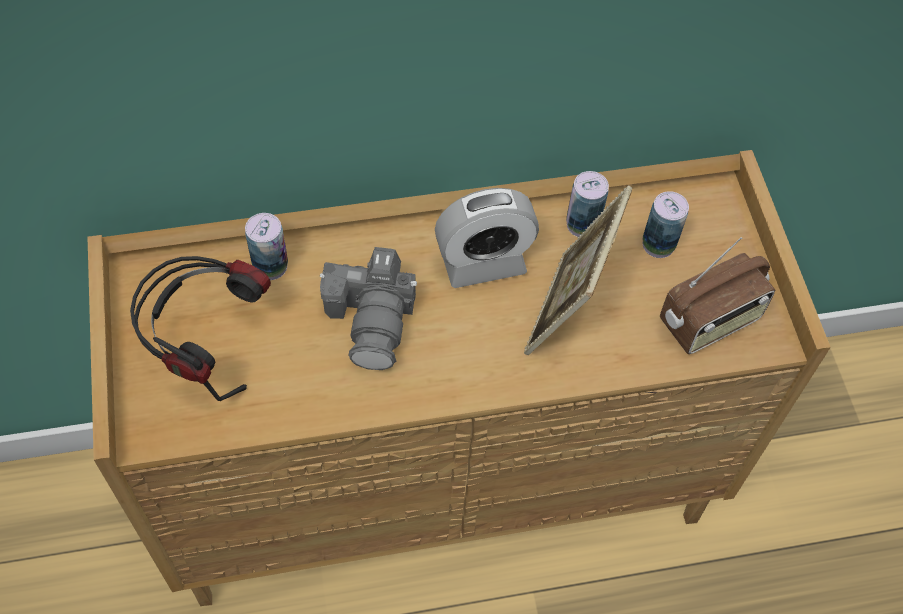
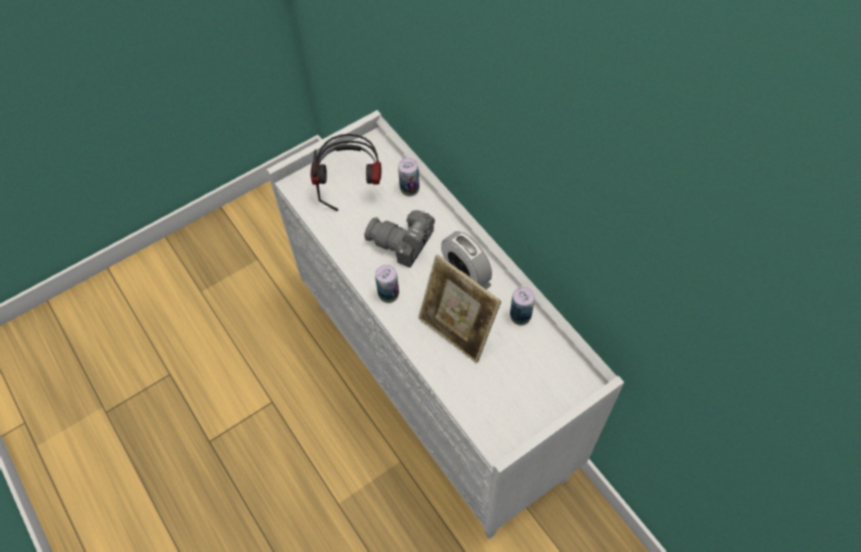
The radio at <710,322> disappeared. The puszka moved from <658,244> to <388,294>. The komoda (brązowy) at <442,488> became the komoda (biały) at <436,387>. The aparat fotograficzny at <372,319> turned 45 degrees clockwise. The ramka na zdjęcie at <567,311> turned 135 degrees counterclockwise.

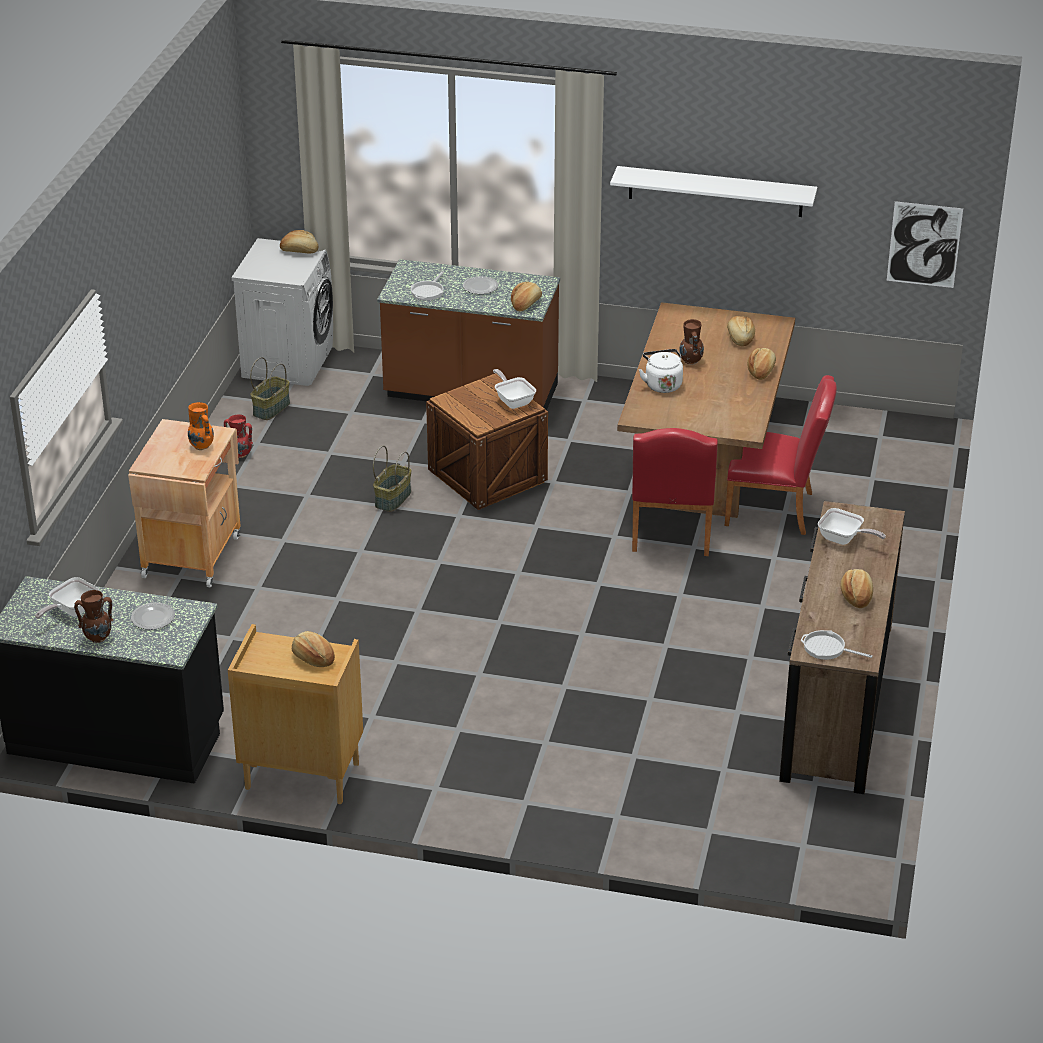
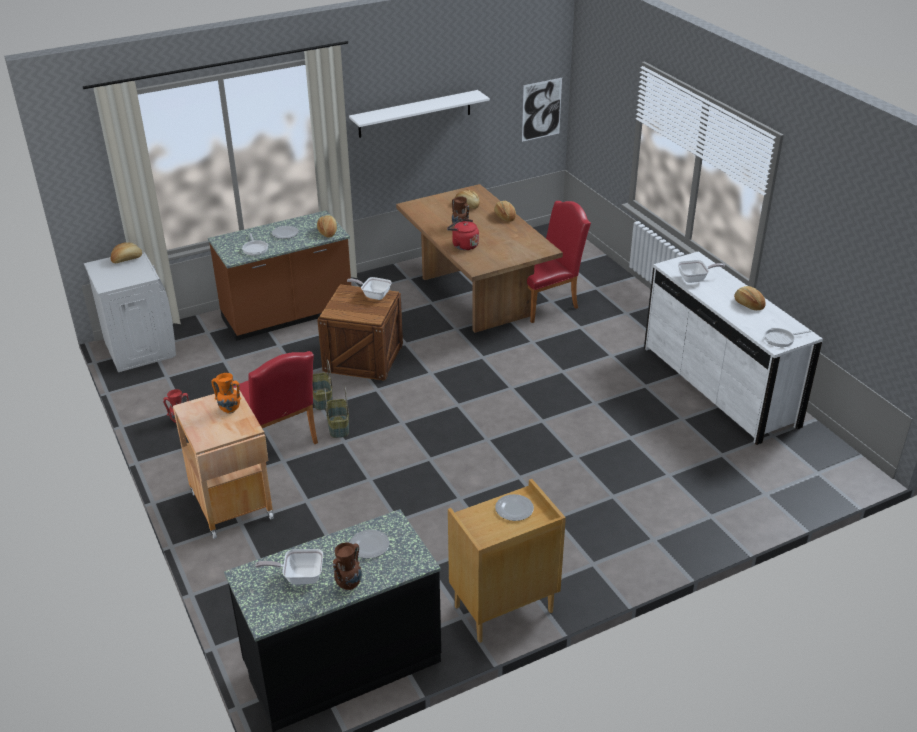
The koszyk moved from <271,408> to <338,426>. The krzesło (czerwony) moved from <671,534> to <278,440>. The chleb at <313,657> was replaced by the talerz at <514,509>. The czajnik (biały) at <662,384> became the czajnik (czerwony) at <463,245>. The komoda (brązowy) at <835,702> became the komoda (biały) at <718,386>. The patelnia at <71,611> turned 90 degrees clockwise.

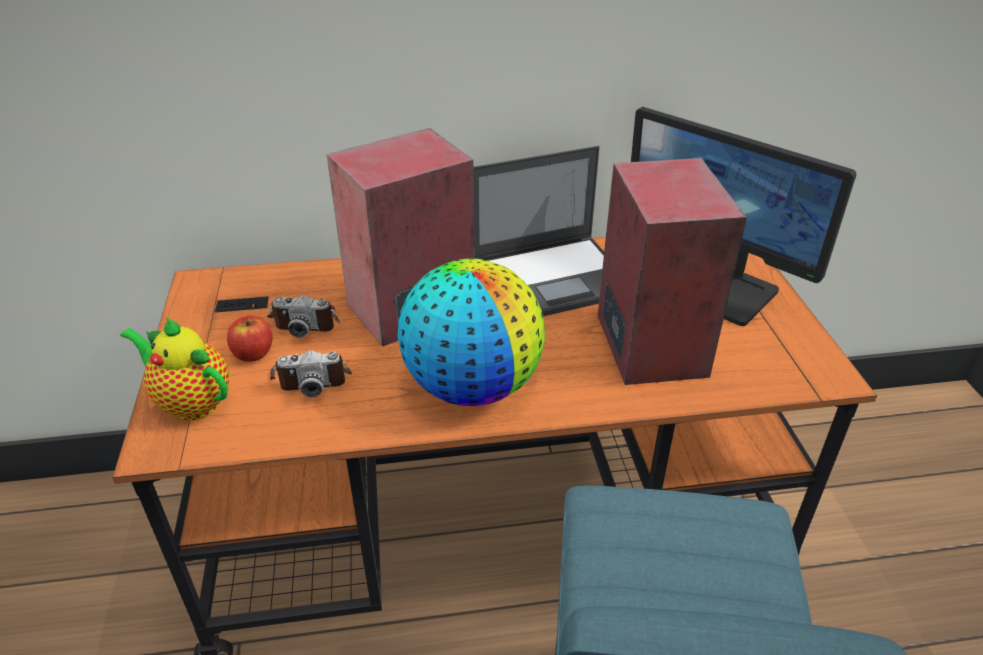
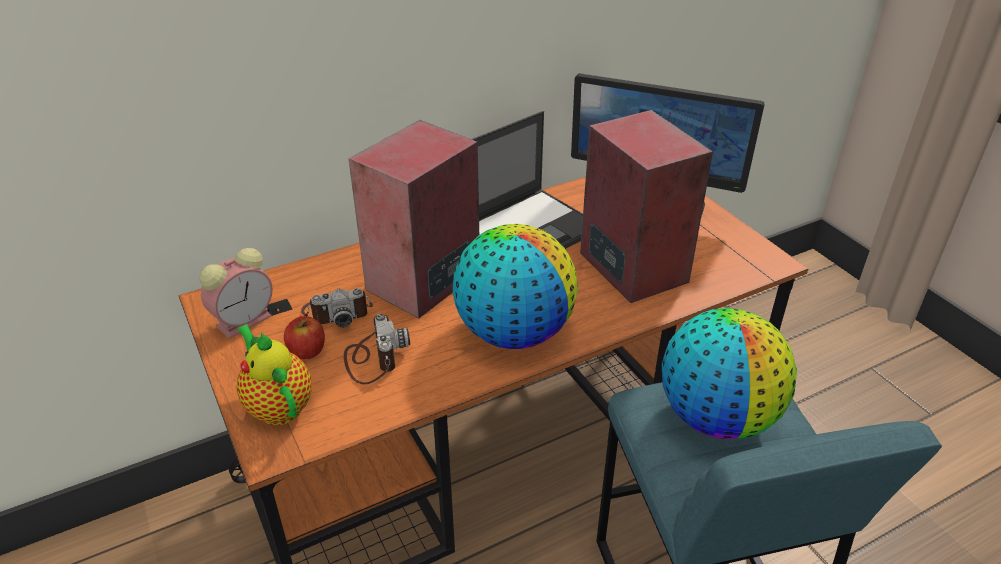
The budzik at <246,320> appeared. The globus at <717,417> appeared. The imbryk at <191,402> turned 45 degrees clockwise. The aparat fotograficzny at <311,377> turned 75 degrees counterclockwise.

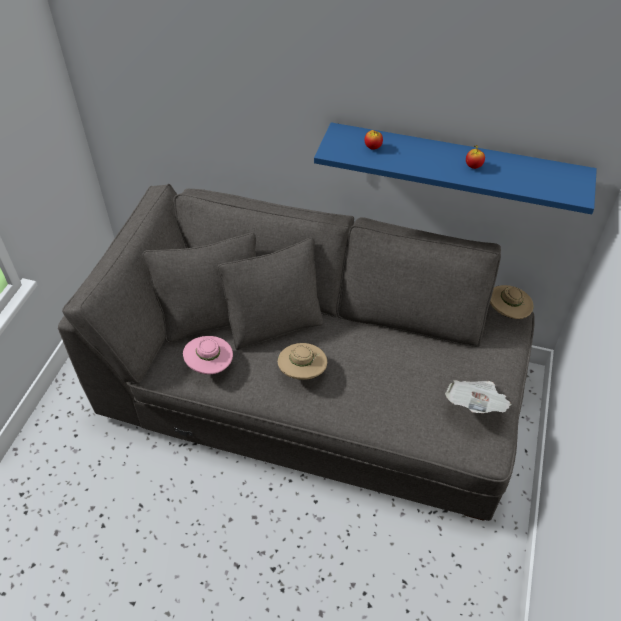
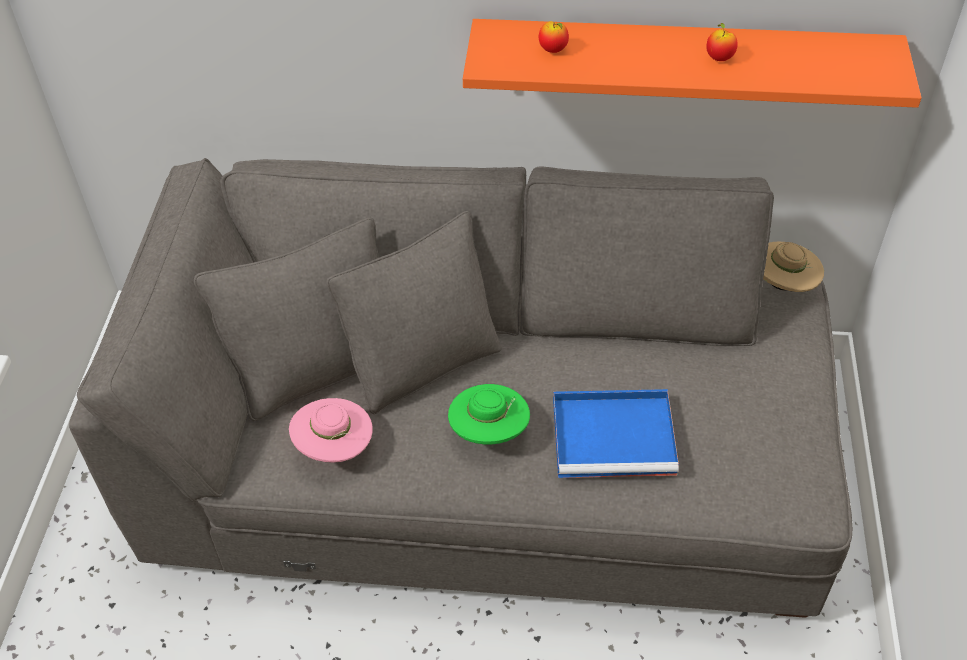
The gazeta at <475,405> disappeared. The taca (niebieski) at <616,436> appeared. The kapelusz (beżowy) at <302,372> became the kapelusz (zielony) at <489,432>. The półka (niebieski) at <455,165> became the półka (pomarańczowy) at <681,61>.

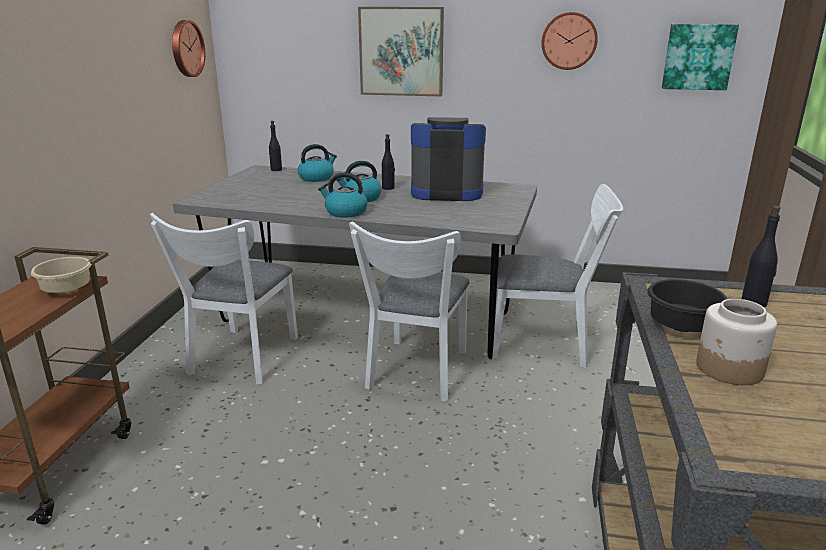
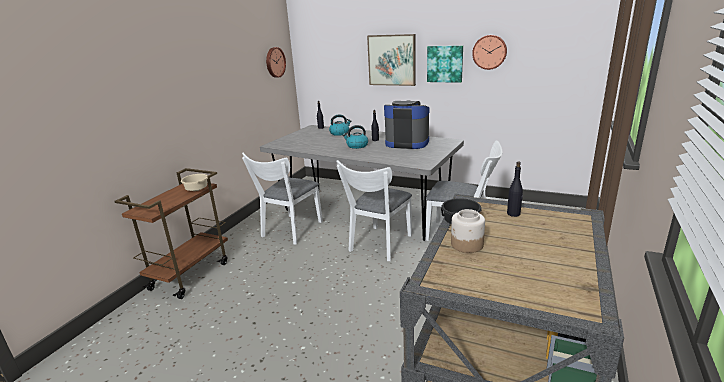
The czajnik at <345,212> disappeared. The obraz moved from <698,57> to <445,63>.

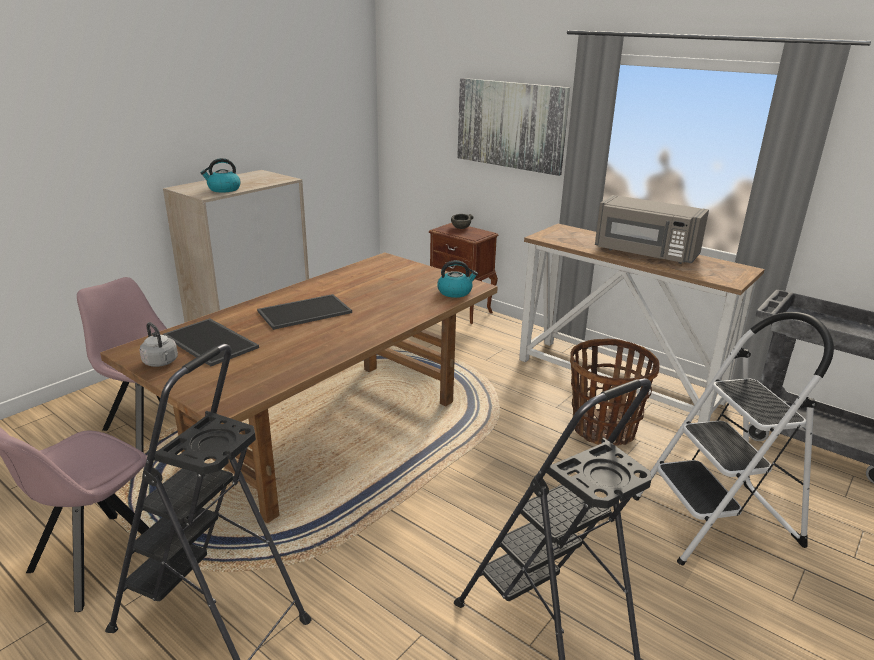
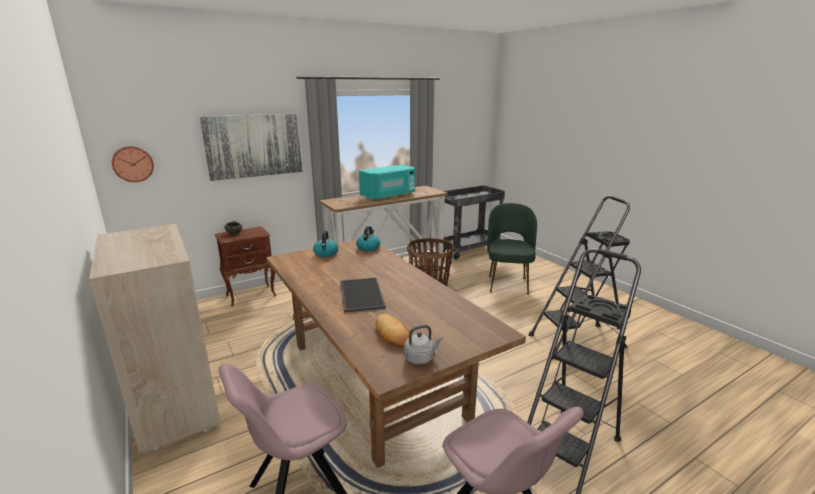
The zegar ścienny at <133,164> appeared. The czajnik moved from <223,189> to <326,253>. The taca at <212,342> was replaced by the chleb at <392,334>. The drabinka at <720,522> was replaced by the krzesło (zielony) at <508,283>. The mikrofalówka (szary) at <645,253> became the mikrofalówka (turkusowy) at <389,195>.

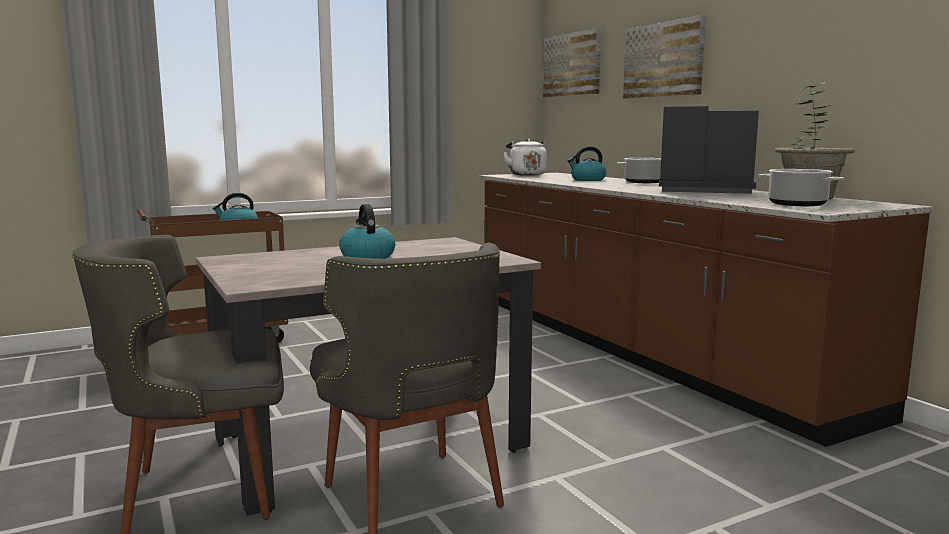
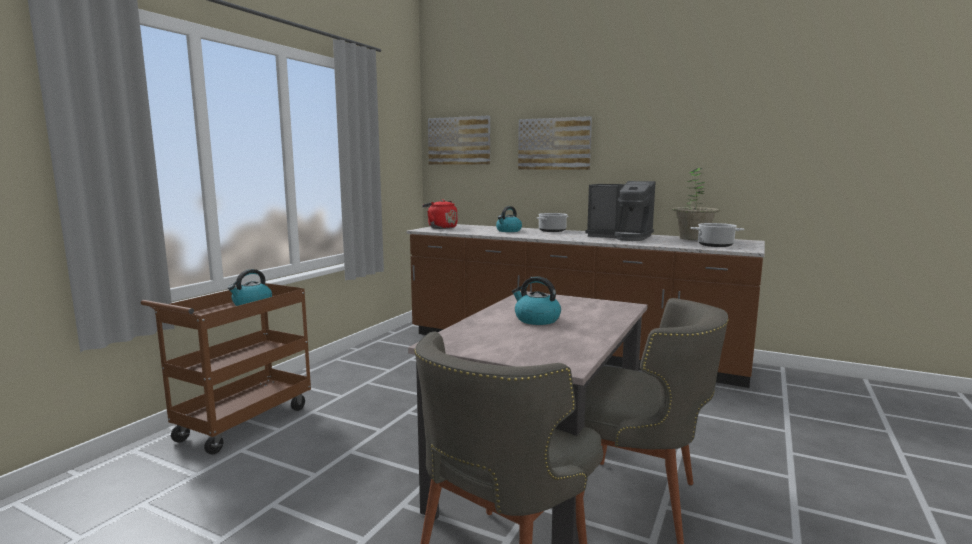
The czajnik (biały) at <526,174> became the czajnik (czerwony) at <440,228>. The ekspres do kawy at <702,191> turned 135 degrees counterclockwise.

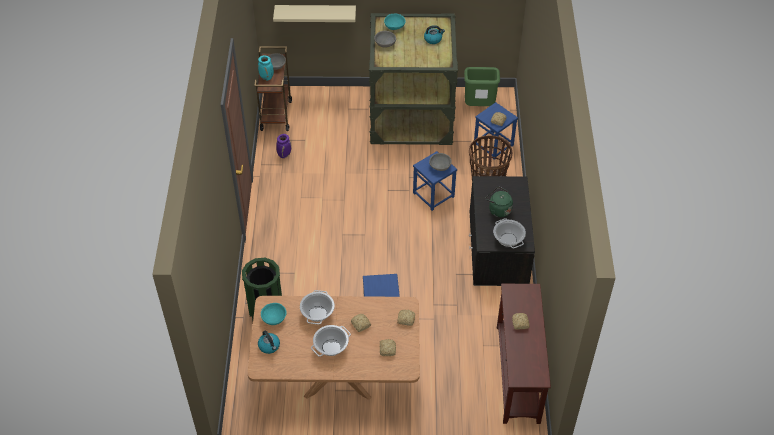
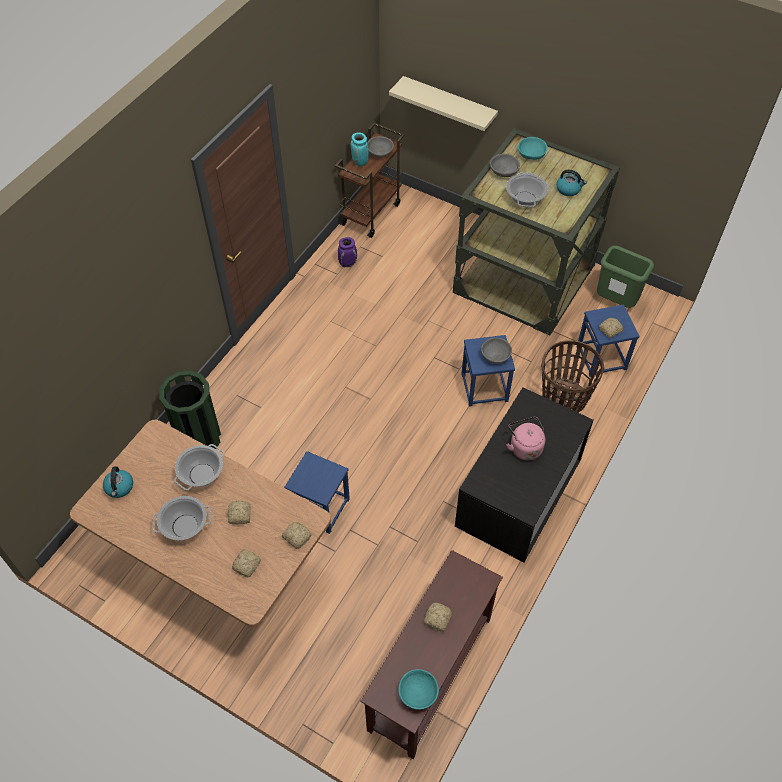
The miska (turkusowy) moved from <274,318> to <418,693>. The garnek moved from <508,240> to <525,199>. The czajnik (zielony) at <498,209> became the czajnik (różowy) at <524,447>.

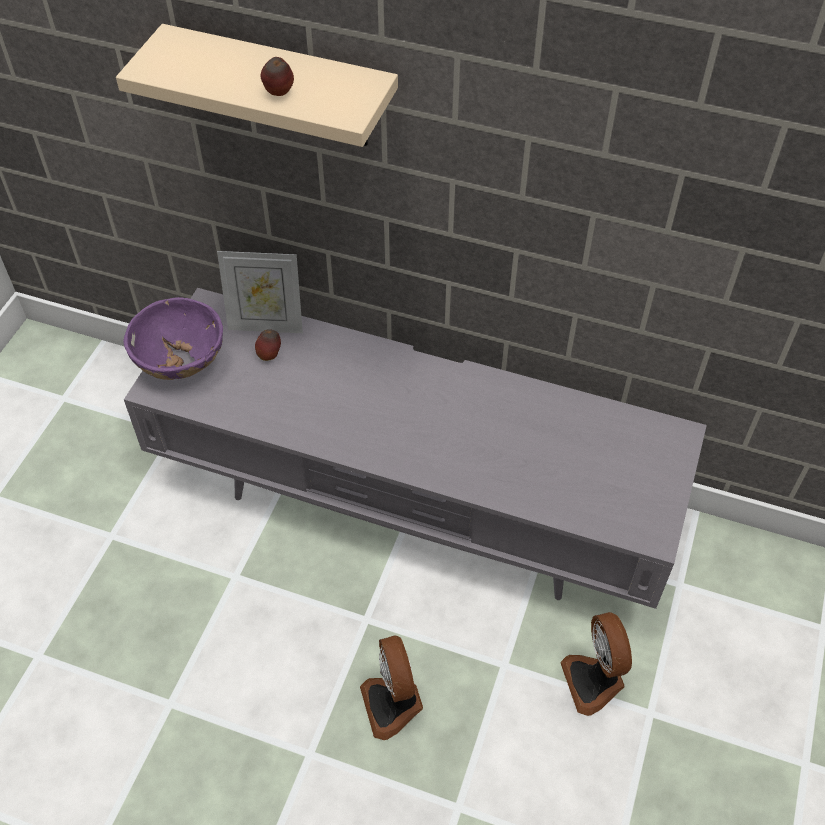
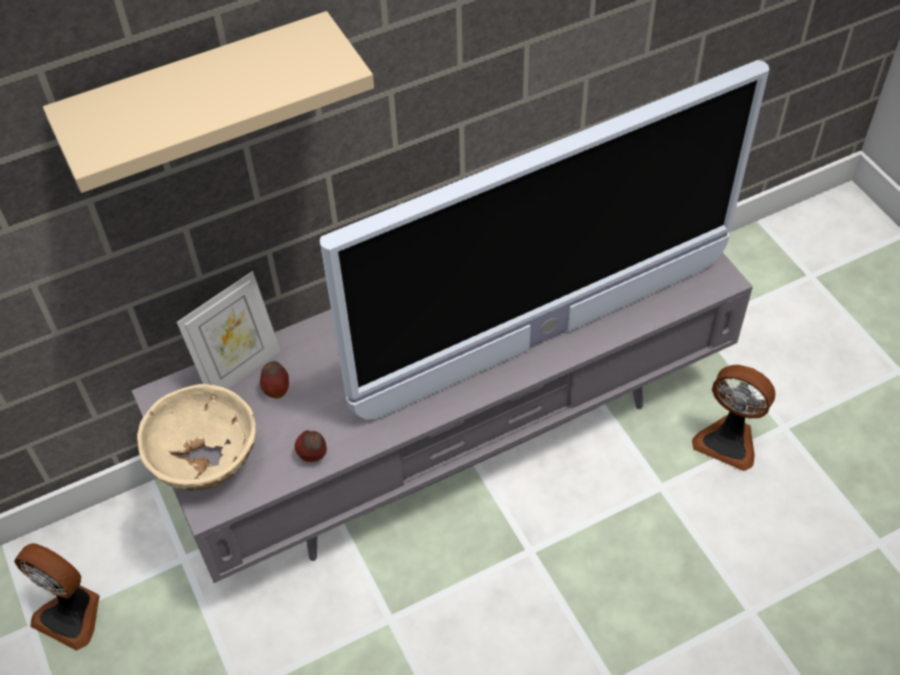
The telewizor at <544,337> appeared. The jabłko moved from <279,94> to <313,456>. The wentylator moved from <393,704> to <72,614>. The miska (fioletowy) at <181,363> became the miska (beżowy) at <206,461>.

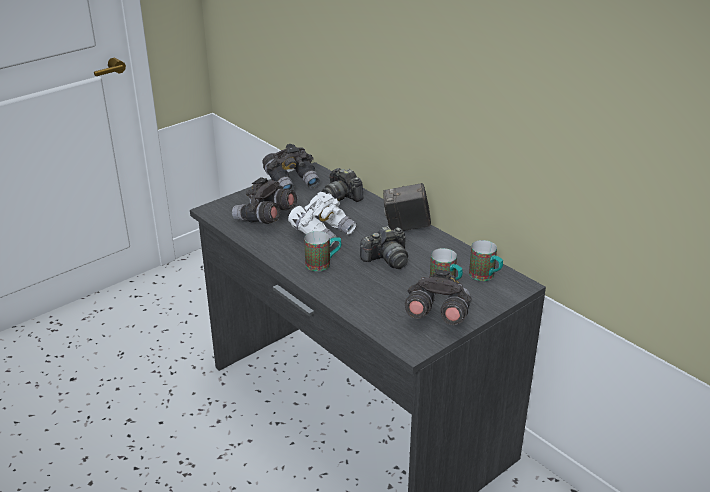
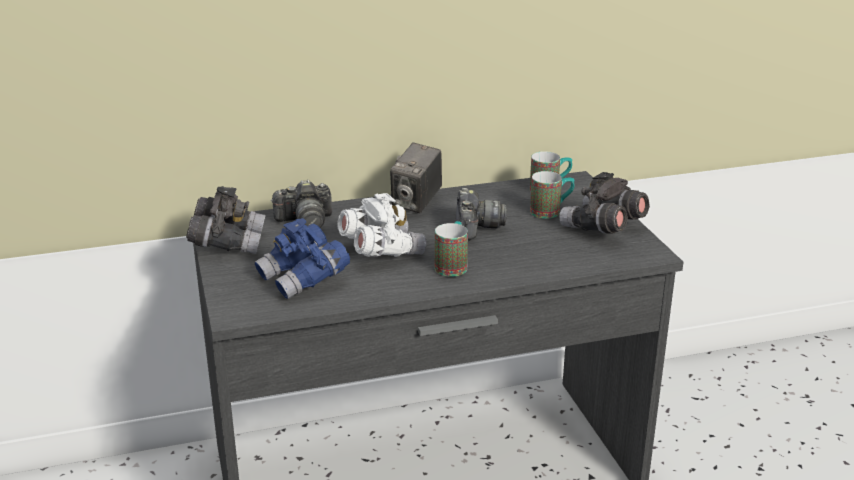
The lornetka (szary) at <265,218> became the lornetka (niebieski) at <304,279>.

